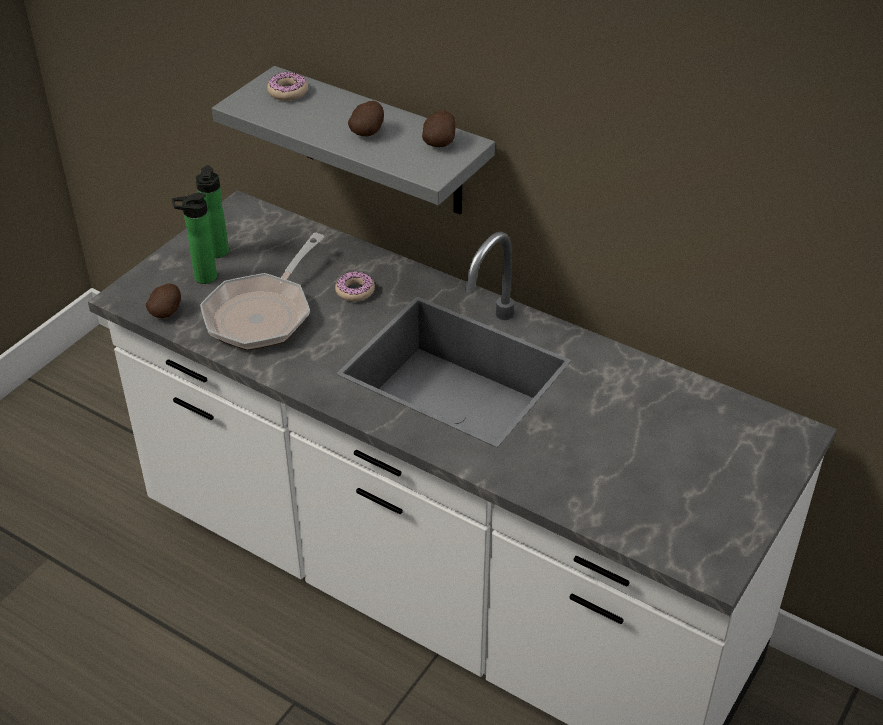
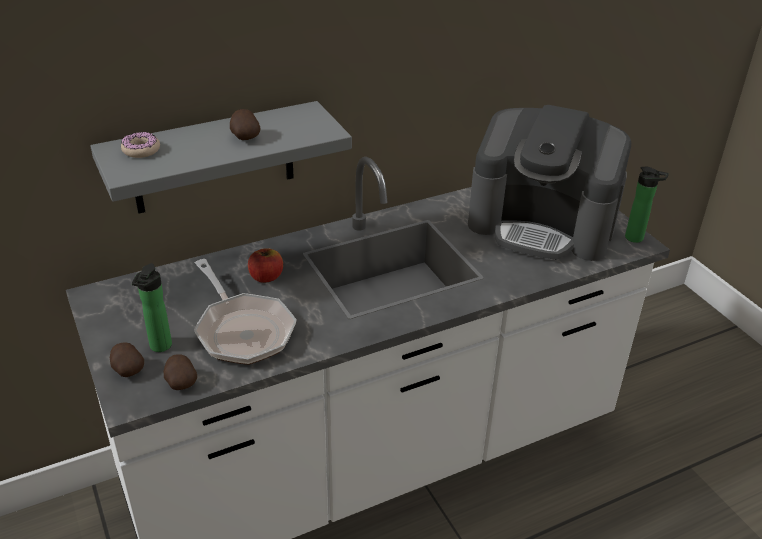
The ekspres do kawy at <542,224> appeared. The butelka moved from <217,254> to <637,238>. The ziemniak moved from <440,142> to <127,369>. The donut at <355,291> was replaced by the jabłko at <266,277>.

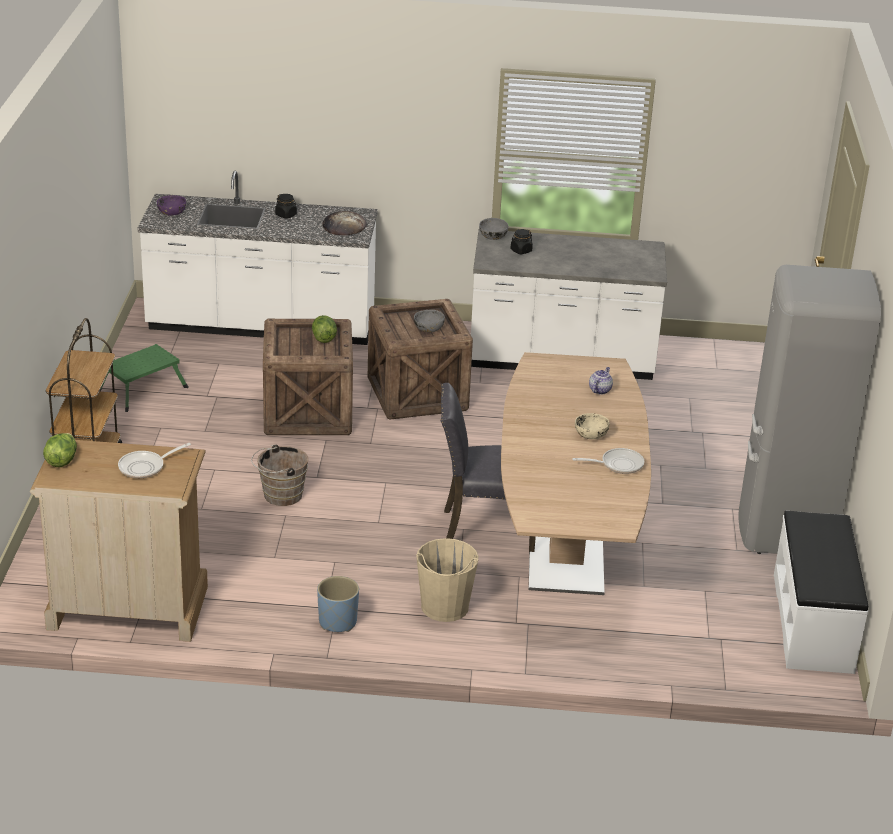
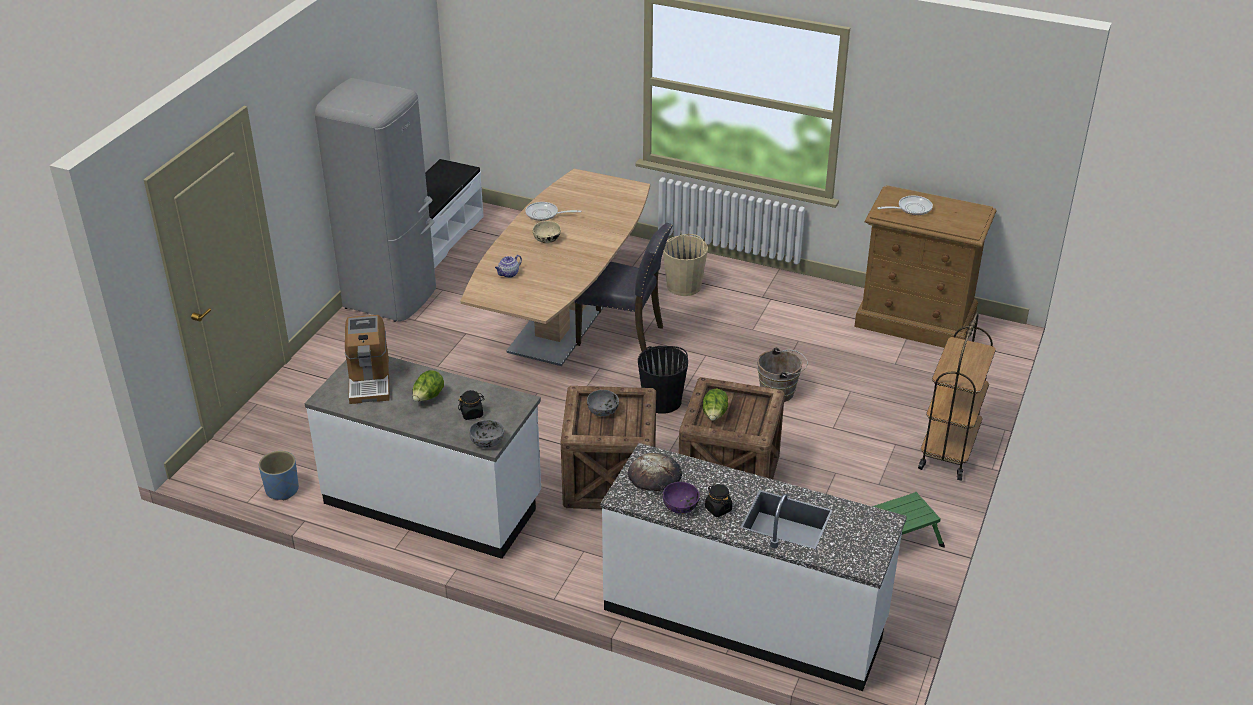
The ekspres do kawy at <369,380> appeared. The wiadro (czarny) at <662,401> appeared. The sałata moved from <62,460> to <428,397>. The miska (fioletowy) moved from <171,212> to <680,506>. The donica (niebieski) moved from <337,622> to <282,490>.

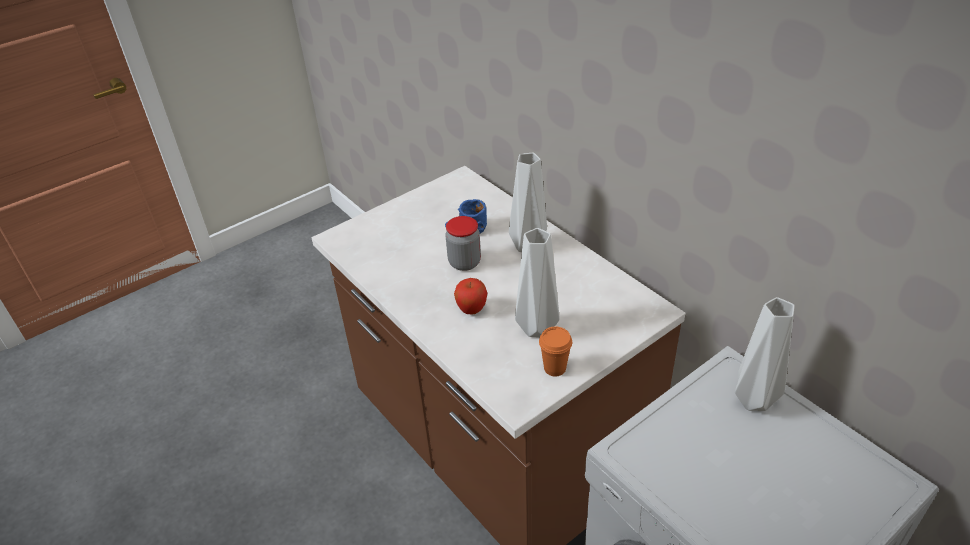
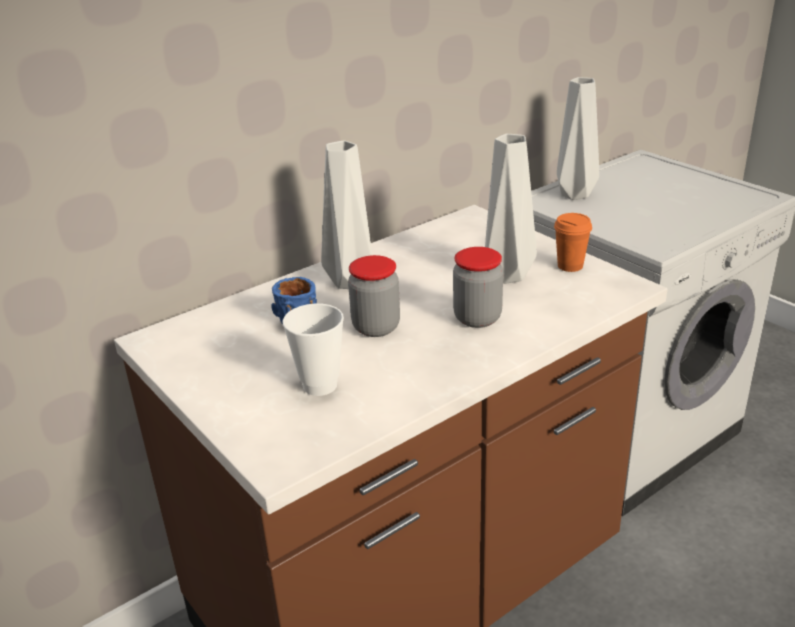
The filiżanka at <320,385> appeared. The jabłko at <471,310> was replaced by the słoik at <477,318>.

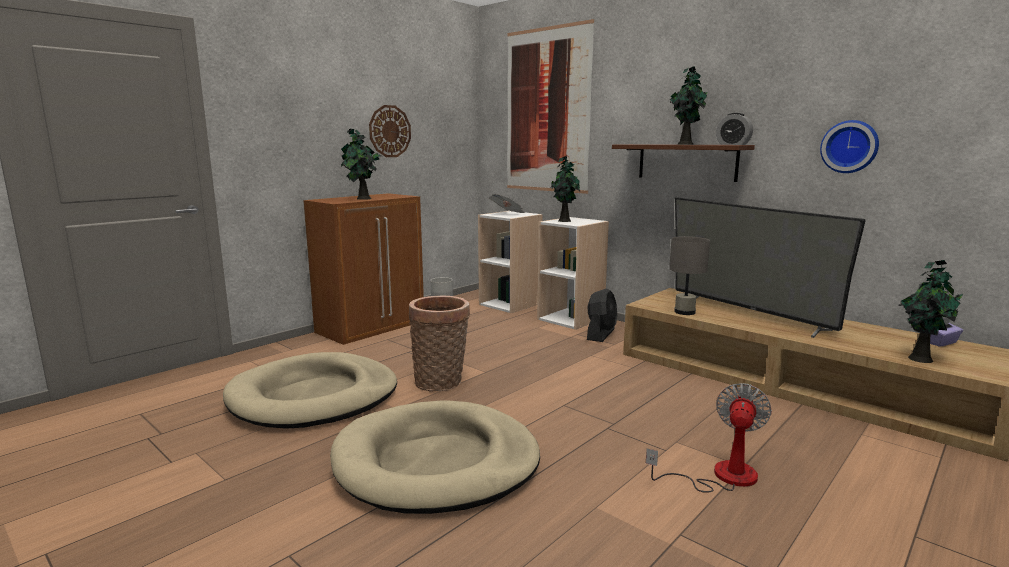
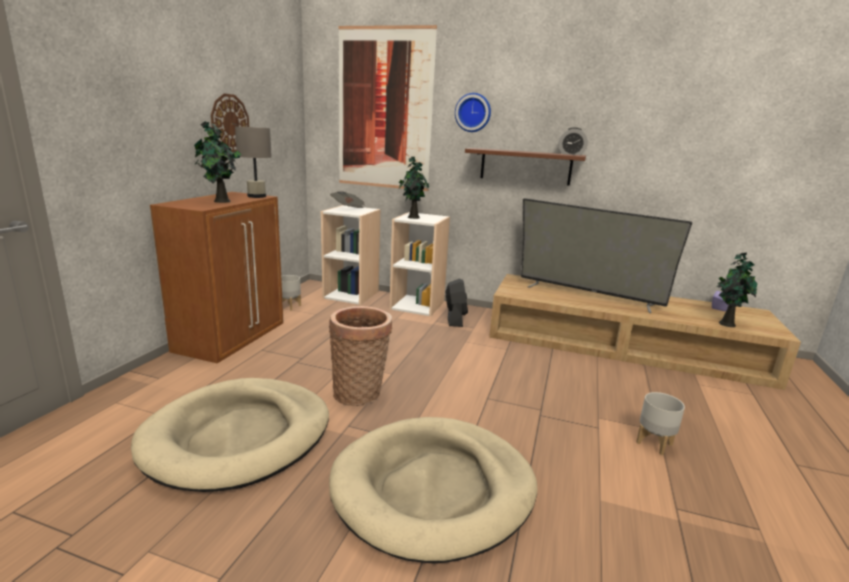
The roślina doniczkowa at <684,144> disappeared. The lampa stołowa (szary) moved from <684,312> to <256,196>. The zegar ścienny moved from <850,146> to <473,112>. The wentylator at <721,476> was replaced by the donica (szary) at <654,444>.

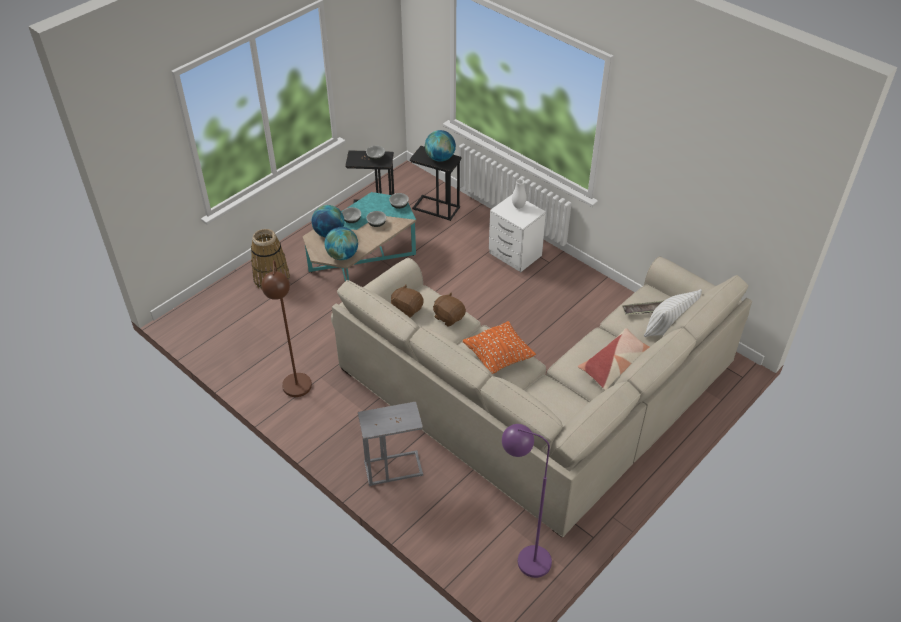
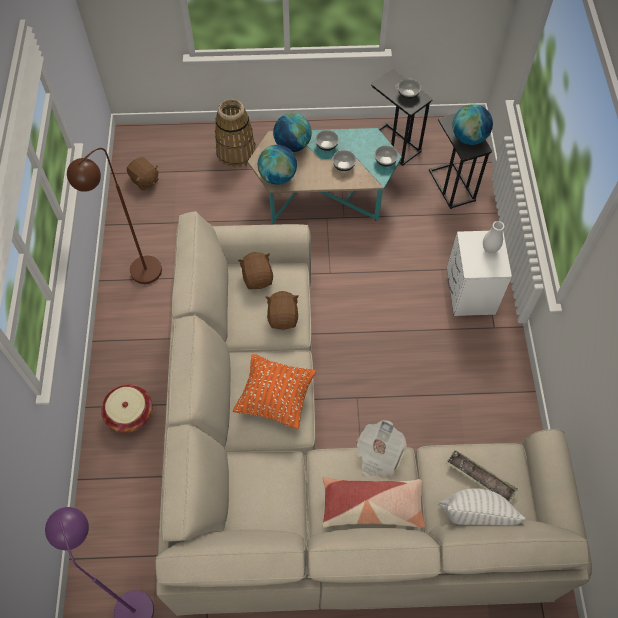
The pluszak (brązowy) at <144,180> appeared. The gazeta at <378,454> appeared. The stolik (szary) at <393,469> was replaced by the koszyk at <129,414>.

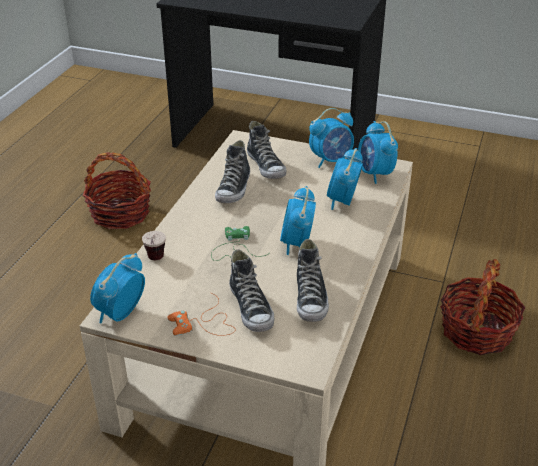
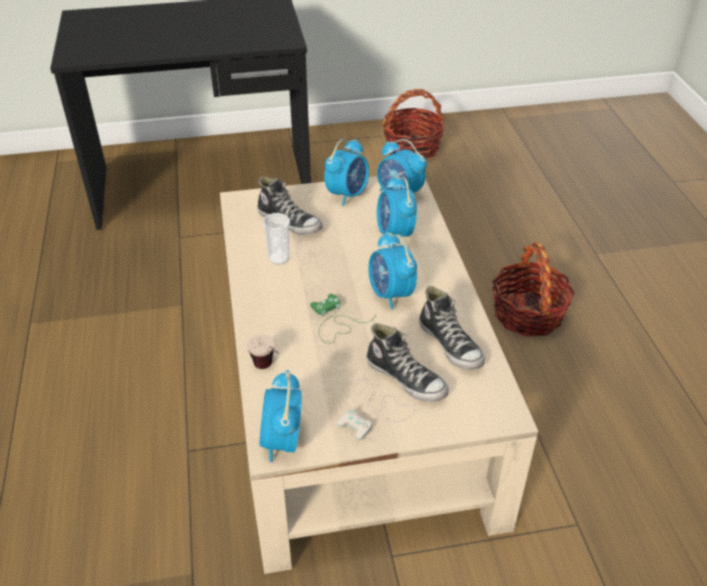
The koszyk moved from <120,213> to <412,148>. The but at <234,189> was replaced by the filiżanka at <279,258>. The pad do gier (pomarańczowy) at <204,323> became the pad do gier (biały) at <376,414>.

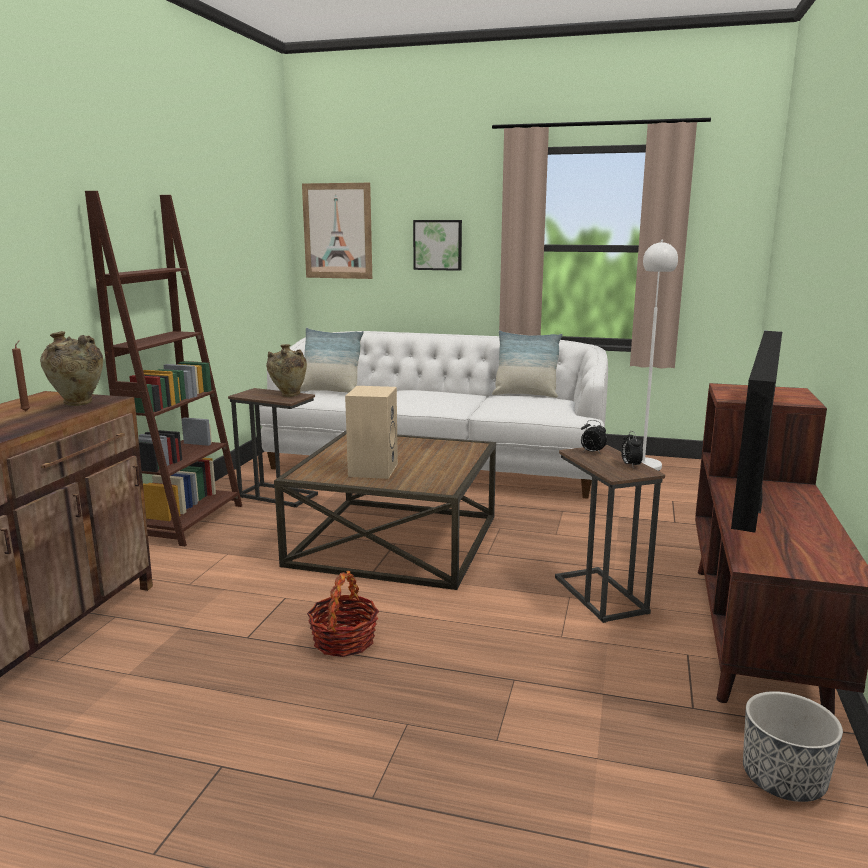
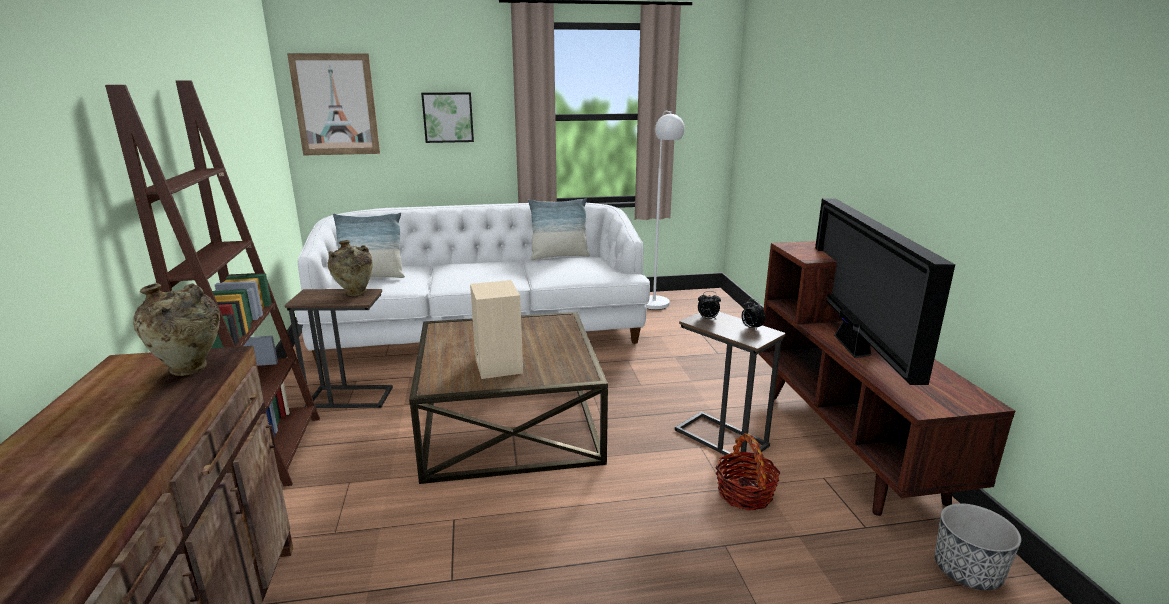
The świeca (brązowy) at <26,411> disappeared. The koszyk moved from <344,641> to <745,493>.

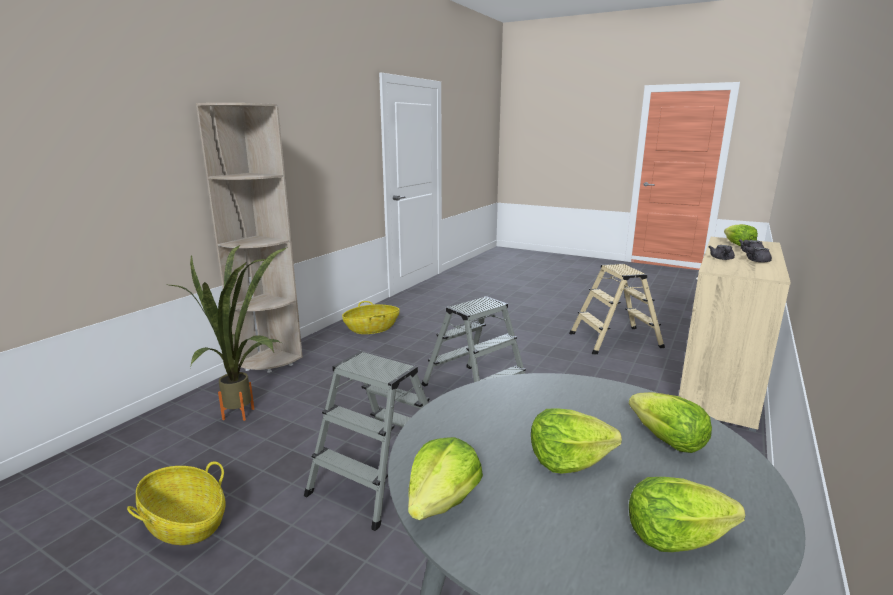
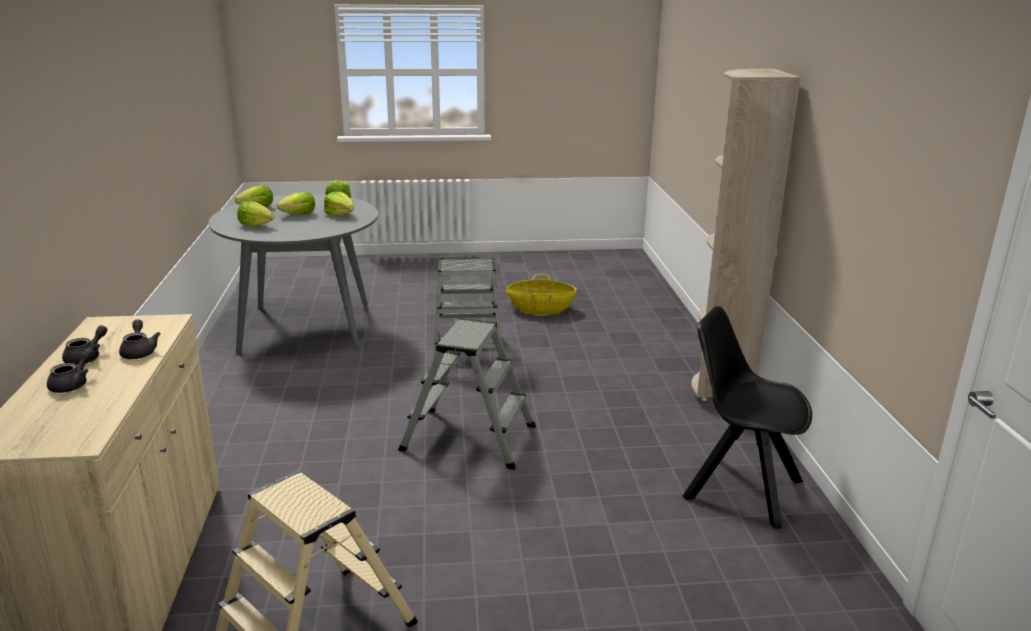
The roślina doniczkowa at <246,416> disappeared. The sałata moved from <738,245> to <340,214>. The koszyk at <372,329> was replaced by the krzesło (czarny) at <739,488>.

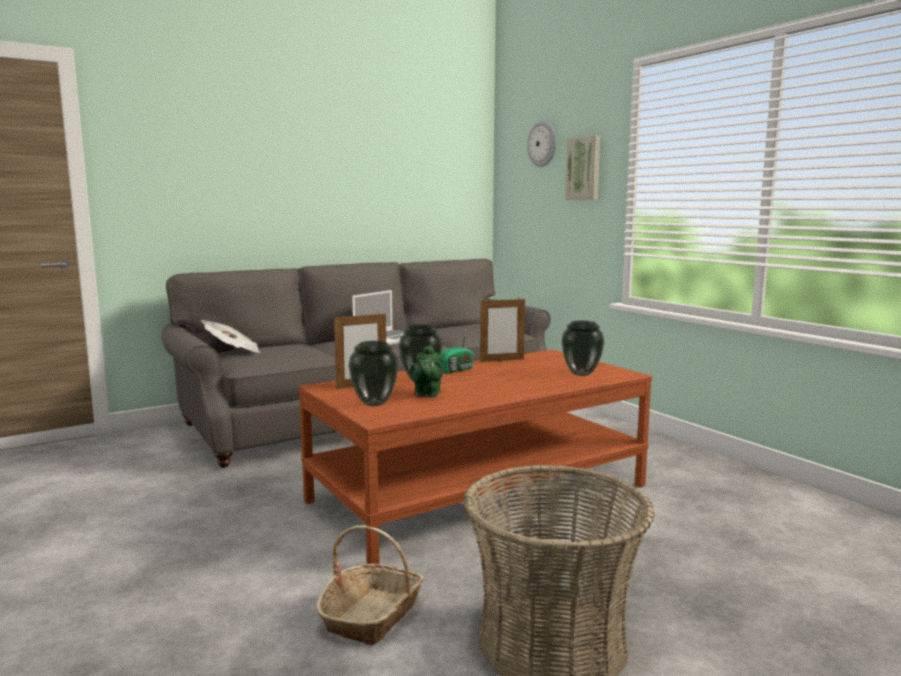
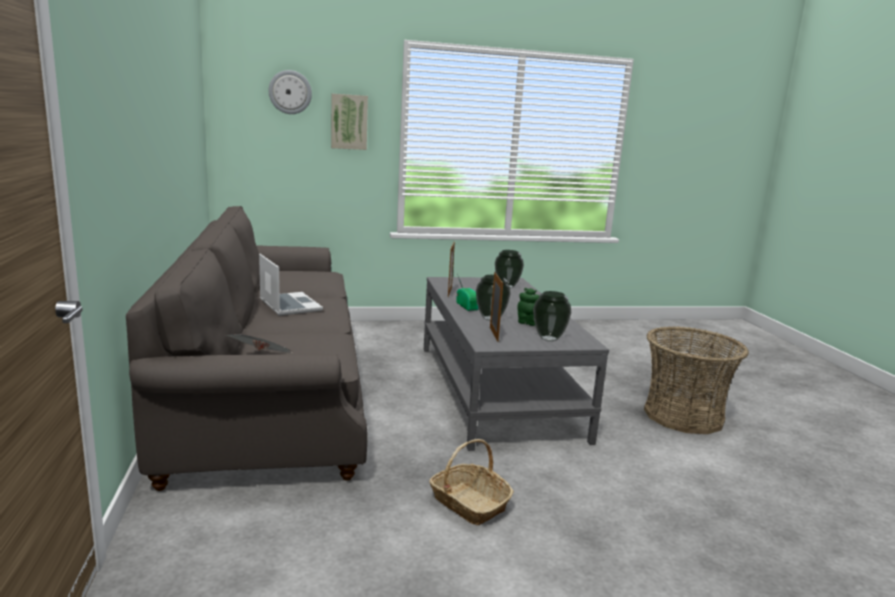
The koszyk moved from <372,615> to <468,503>. The ława (brązowy) at <480,493> became the ława (szary) at <496,389>.

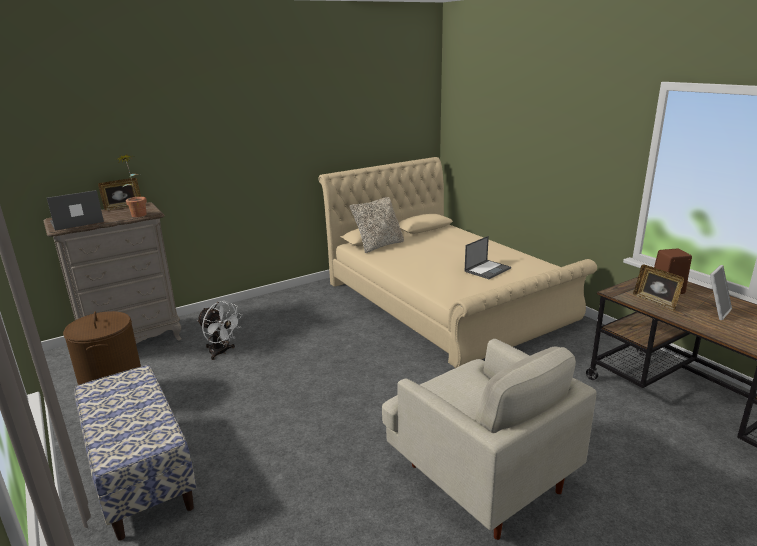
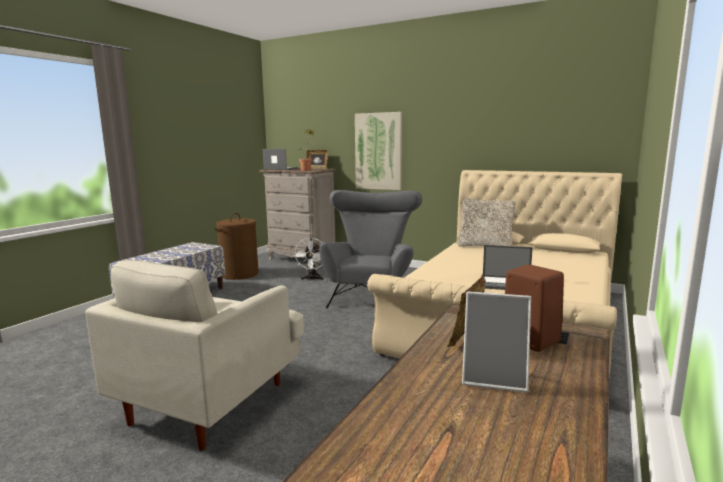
The fotel (szary) at <371,294> appeared. The obraz at <378,151> appeared.

